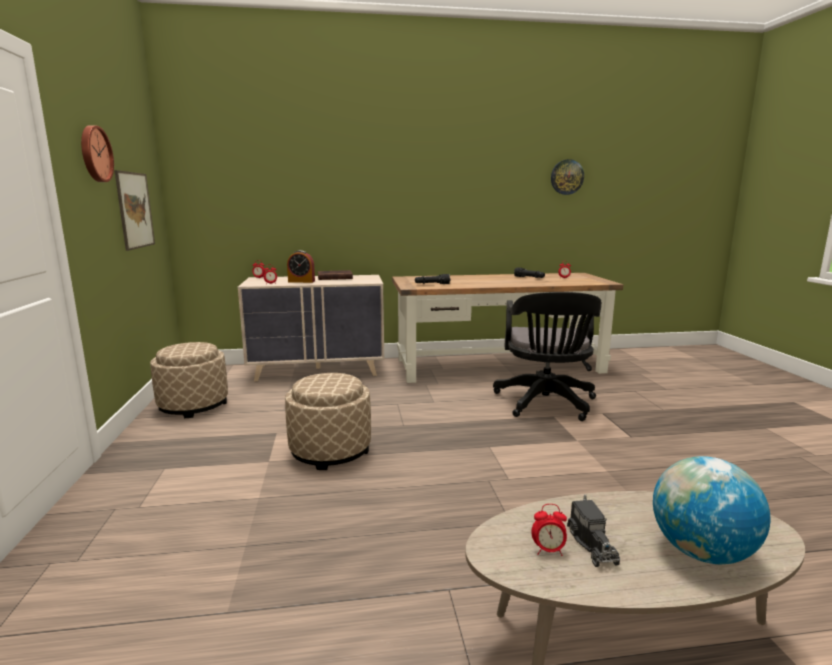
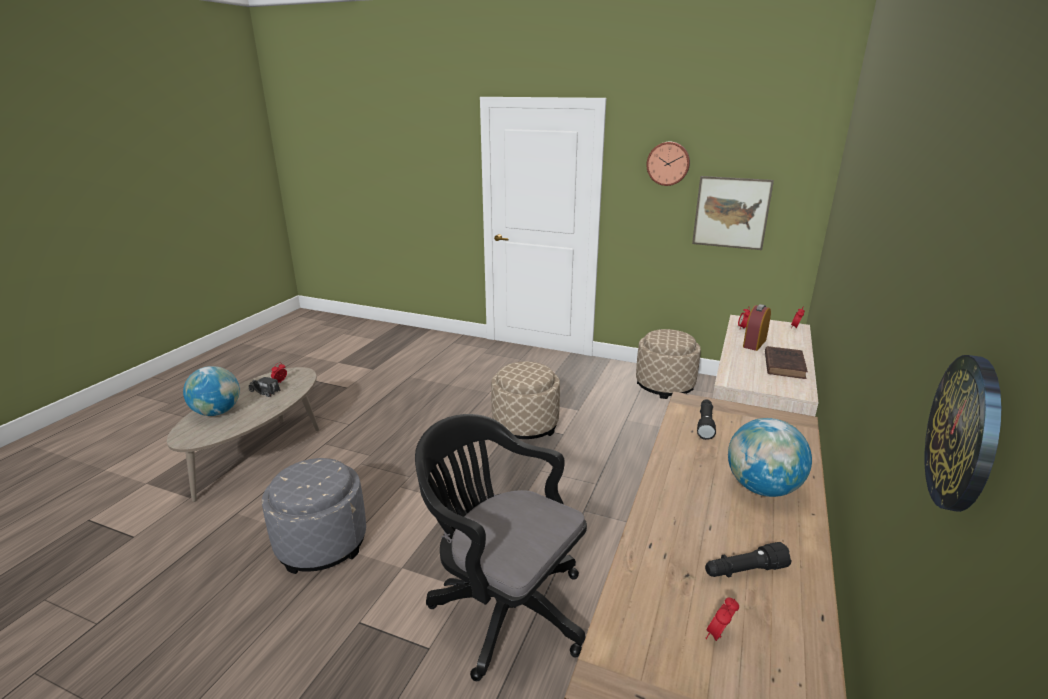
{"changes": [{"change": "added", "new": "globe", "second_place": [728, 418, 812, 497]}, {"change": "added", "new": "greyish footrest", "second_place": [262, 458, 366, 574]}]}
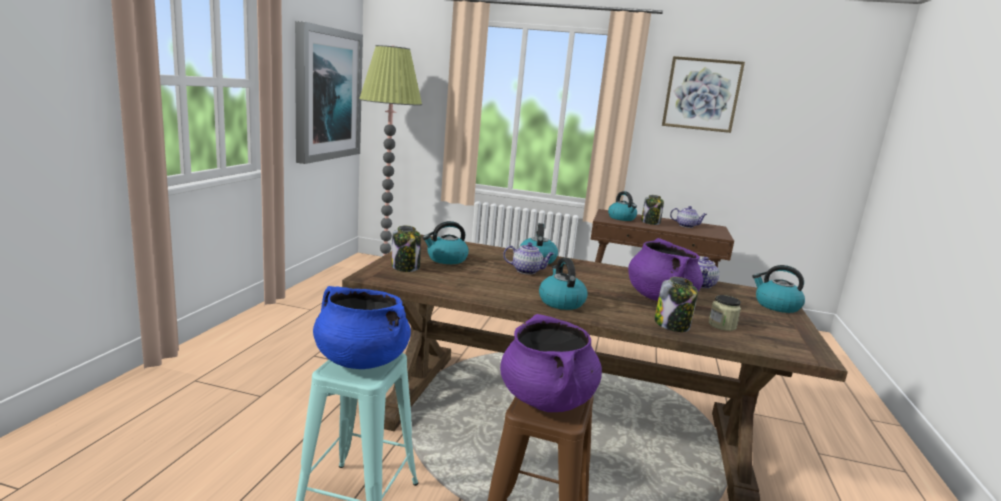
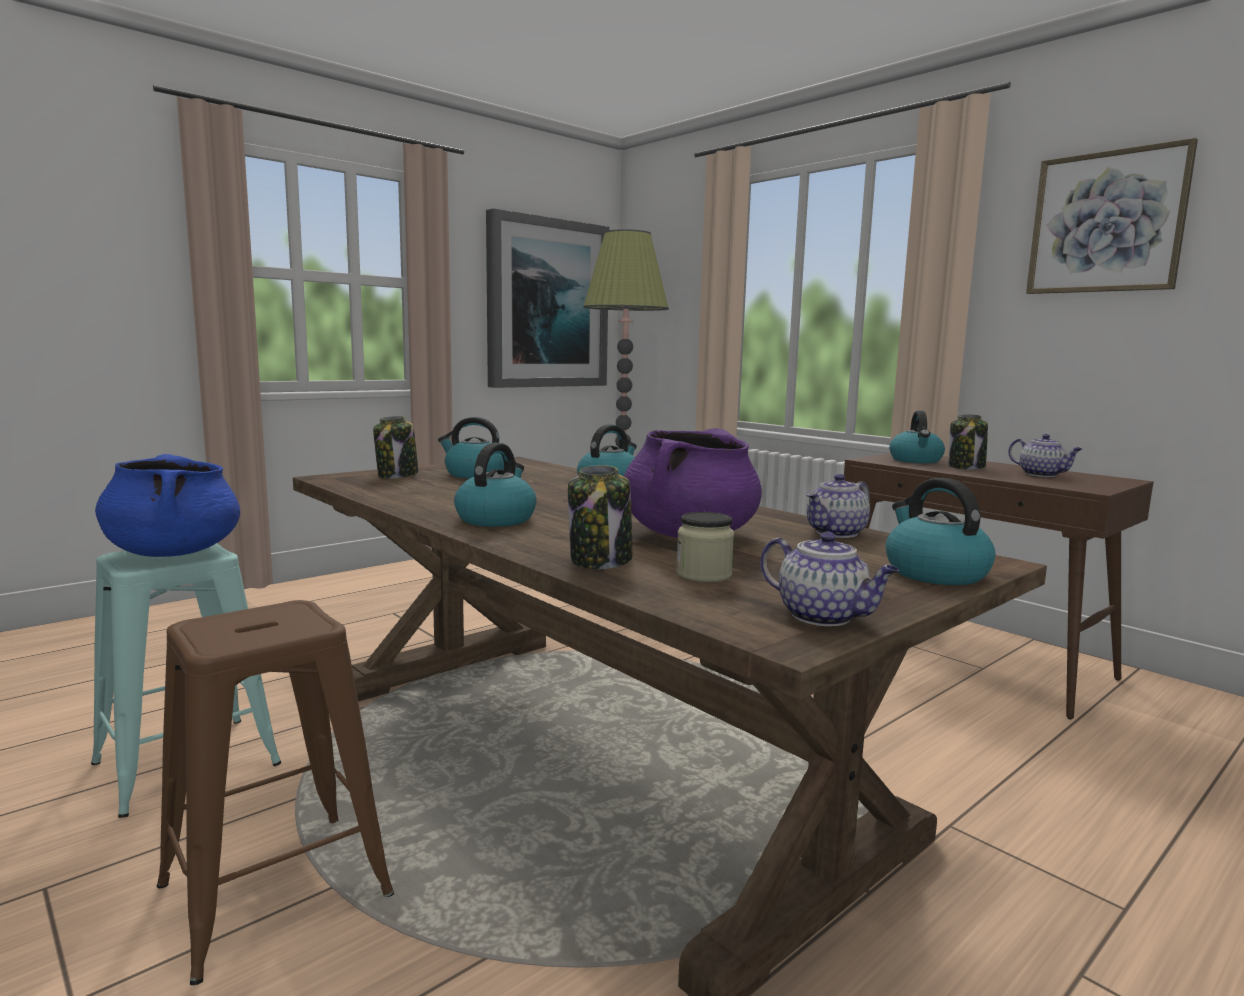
{"changes": [{"change": "moved", "old": "tea pot", "first_place": [503, 242, 554, 274], "second_place": [760, 531, 899, 626]}, {"change": "removed", "old": "purple-coloured saucepot", "first_place": [500, 314, 602, 412]}]}
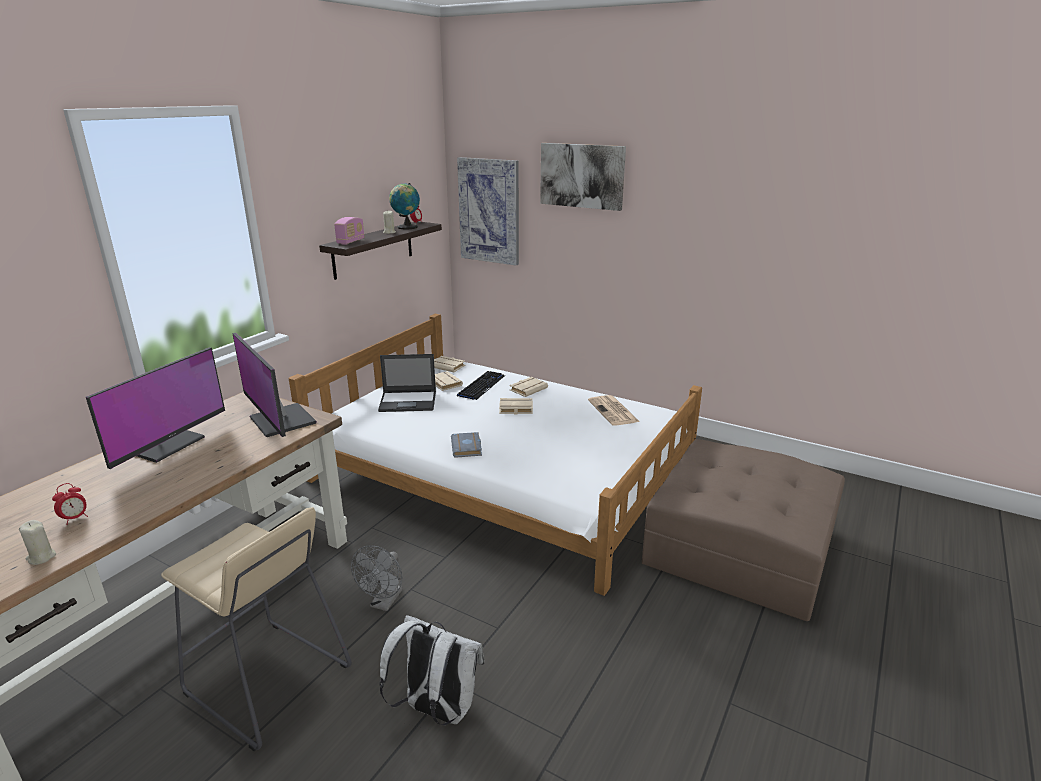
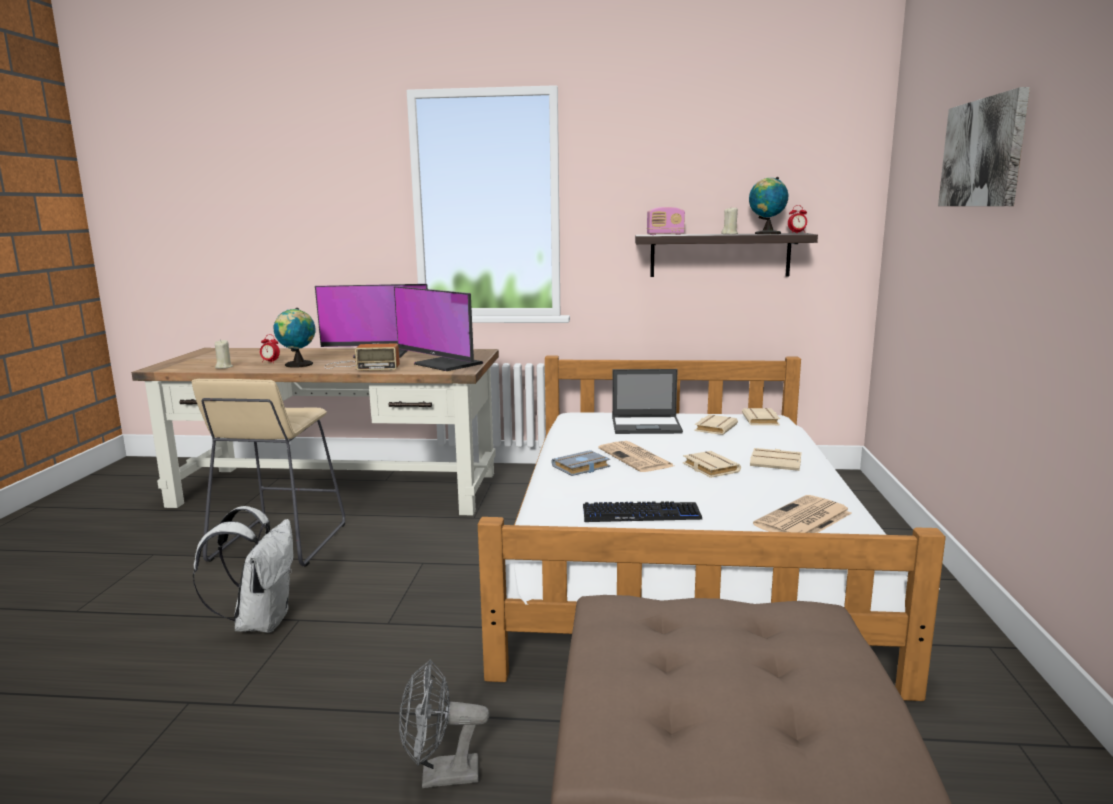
{"changes": [{"change": "removed", "old": "picture", "first_place": [457, 157, 519, 266]}, {"change": "turned", "old": "computer screen", "first_place": [232, 333, 317, 437], "second_place": [394, 286, 483, 371], "degrees": -75}, {"change": "turned", "old": "laptop", "first_place": [378, 354, 436, 412], "second_place": [612, 369, 683, 434], "degrees": -60}, {"change": "moved", "old": "keyboard", "first_place": [457, 371, 505, 400], "second_place": [583, 501, 702, 522]}, {"change": "moved", "old": "greyish electric fan", "first_place": [351, 545, 403, 611], "second_place": [399, 659, 490, 788]}, {"change": "added", "new": "globe", "second_place": [274, 308, 316, 368]}, {"change": "added", "new": "radio set", "second_place": [324, 343, 400, 371]}, {"change": "added", "new": "daily paper", "second_place": [598, 441, 674, 472]}]}
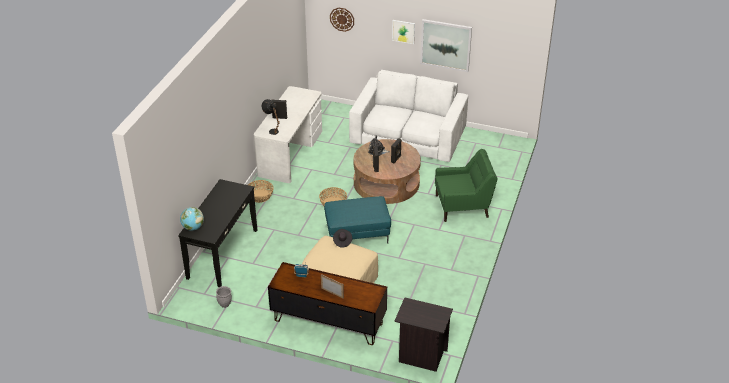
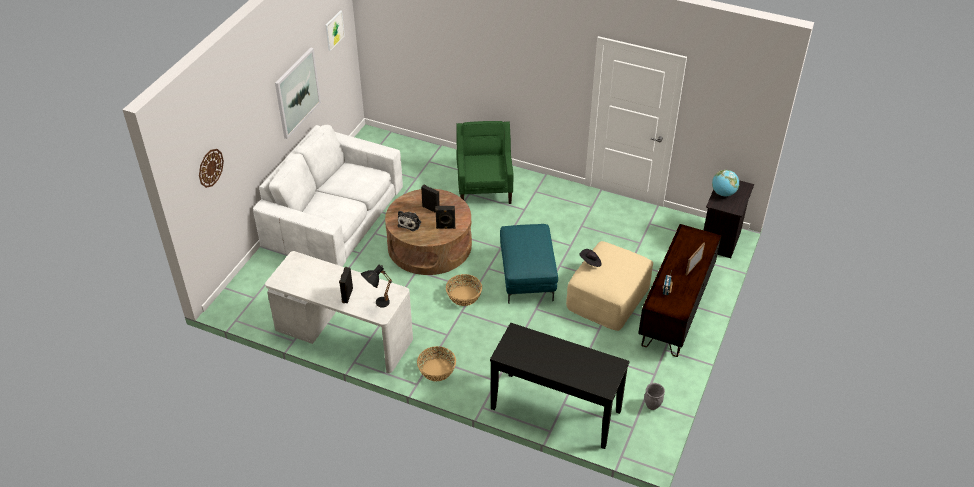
{"changes": [{"change": "moved", "old": "picture", "first_place": [392, 20, 415, 44], "second_place": [325, 10, 345, 51]}, {"change": "moved", "old": "globe", "first_place": [180, 207, 204, 231], "second_place": [712, 170, 739, 196]}]}
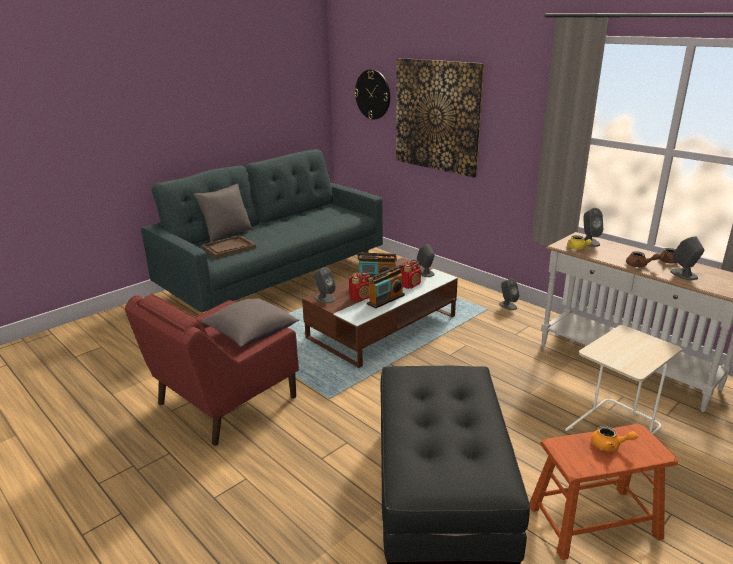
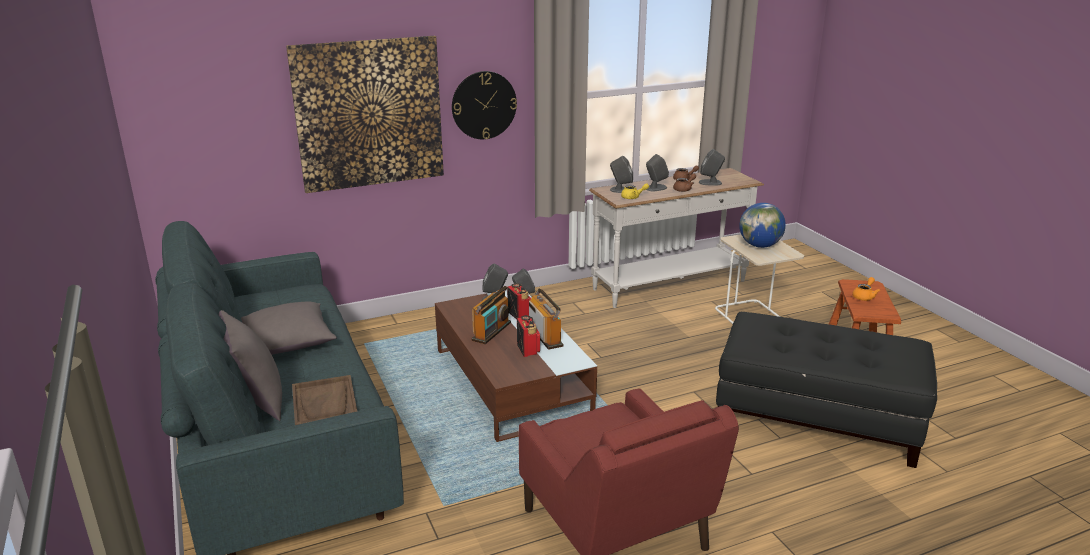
{"changes": [{"change": "moved", "old": "hanging clock", "first_place": [354, 69, 390, 120], "second_place": [452, 71, 517, 139]}, {"change": "moved", "old": "greyish audio speaker", "first_place": [314, 267, 336, 303], "second_place": [646, 154, 669, 191]}, {"change": "moved", "old": "greyish throw pillow", "first_place": [200, 298, 299, 347], "second_place": [241, 301, 337, 355]}, {"change": "added", "new": "globe", "second_place": [739, 203, 786, 248]}]}
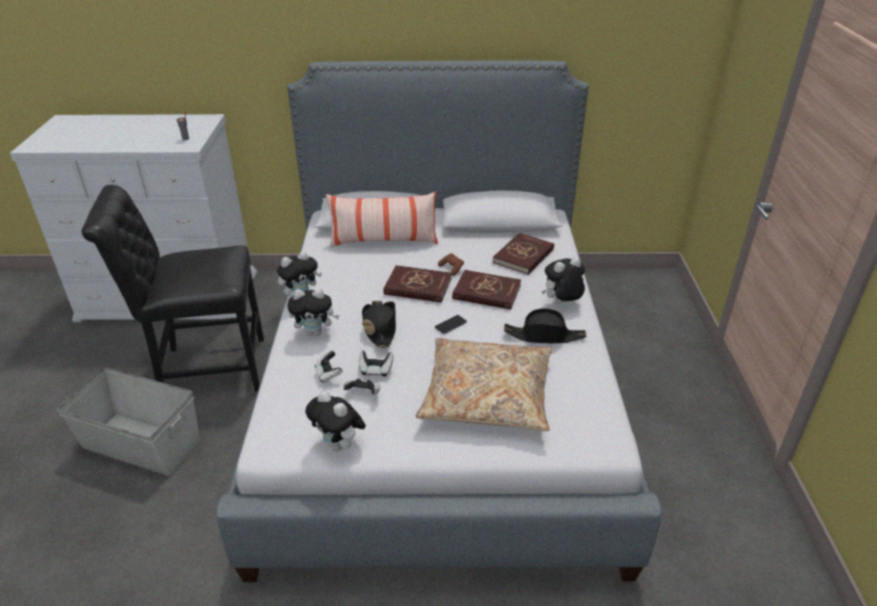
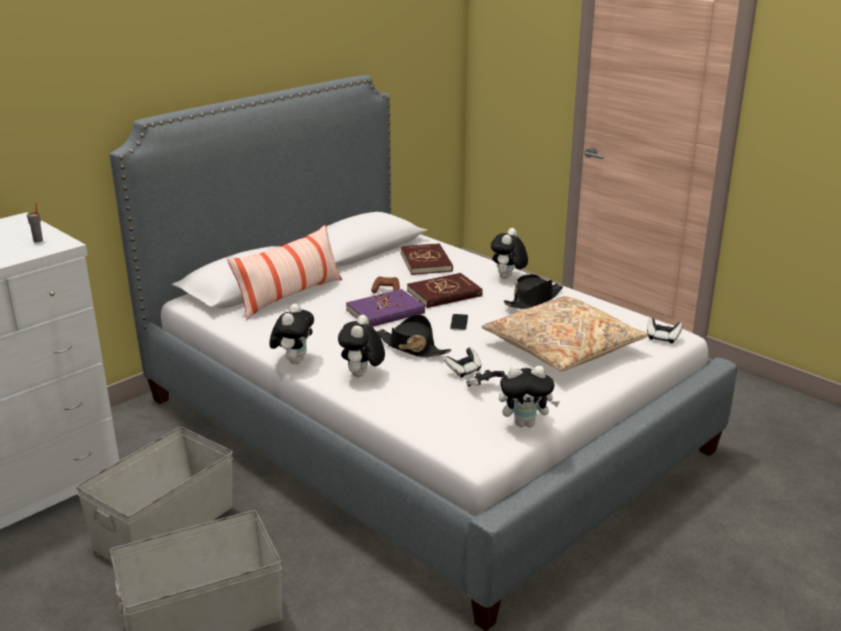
{"changes": [{"change": "replaced", "old": "black-coloured upright chair", "new": "greyish storage container", "first_place": [81, 185, 264, 392], "second_place": [76, 427, 233, 562]}, {"change": "recoloured", "old": "red-coloured volume", "new": "purple-coloured volume", "first_place": [383, 265, 452, 303], "second_place": [346, 289, 425, 327]}, {"change": "turned", "old": "cuddly toy", "first_place": [287, 288, 339, 336], "second_place": [338, 315, 385, 377], "degrees": 150}, {"change": "moved", "old": "gamepad", "first_place": [315, 351, 342, 383], "second_place": [647, 317, 682, 343]}]}
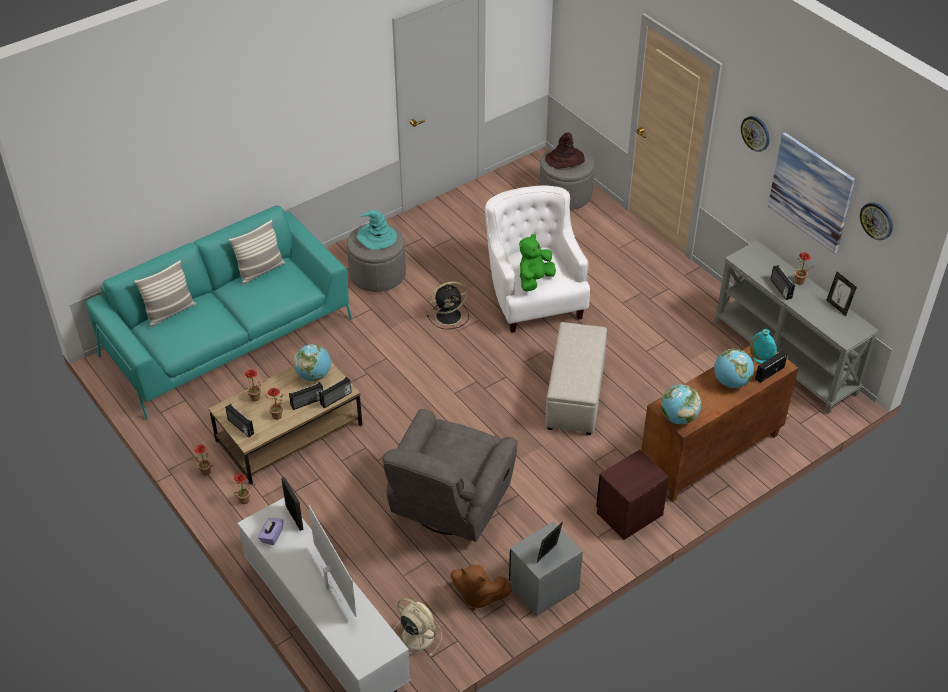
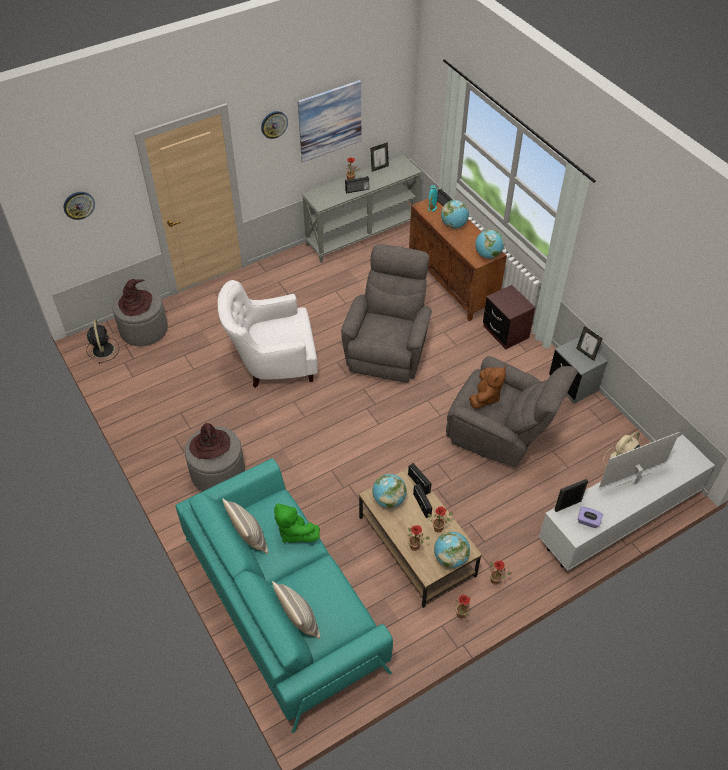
{"changes": [{"change": "moved", "old": "hanging clock", "first_place": [860, 203, 893, 240], "second_place": [63, 192, 95, 220]}, {"change": "recoloured", "old": "blue-green wearable hat", "new": "brown-coloured wearable hat", "first_place": [357, 210, 397, 249], "second_place": [189, 423, 230, 459]}, {"change": "moved", "old": "green-coloured cuddly toy", "first_place": [519, 234, 556, 291], "second_place": [274, 503, 320, 543]}, {"change": "moved", "old": "black-coloured electric fan", "first_place": [427, 282, 469, 329], "second_place": [86, 319, 119, 364]}, {"change": "replaced", "old": "beige footrest", "new": "greyish armchair", "first_place": [545, 322, 607, 435], "second_place": [341, 244, 432, 383]}, {"change": "replaced", "old": "radio set", "new": "globe", "first_place": [225, 404, 254, 437], "second_place": [434, 532, 470, 568]}, {"change": "moved", "old": "brown-coloured cuddly toy", "first_place": [450, 565, 512, 611], "second_place": [469, 366, 506, 408]}]}
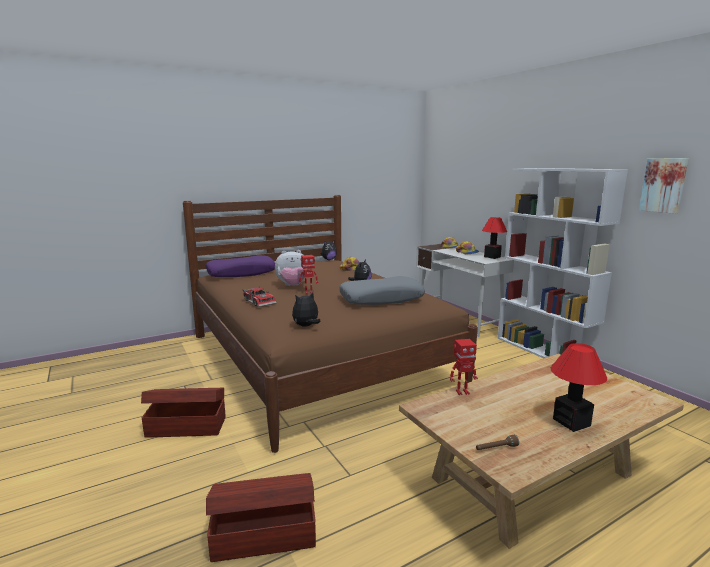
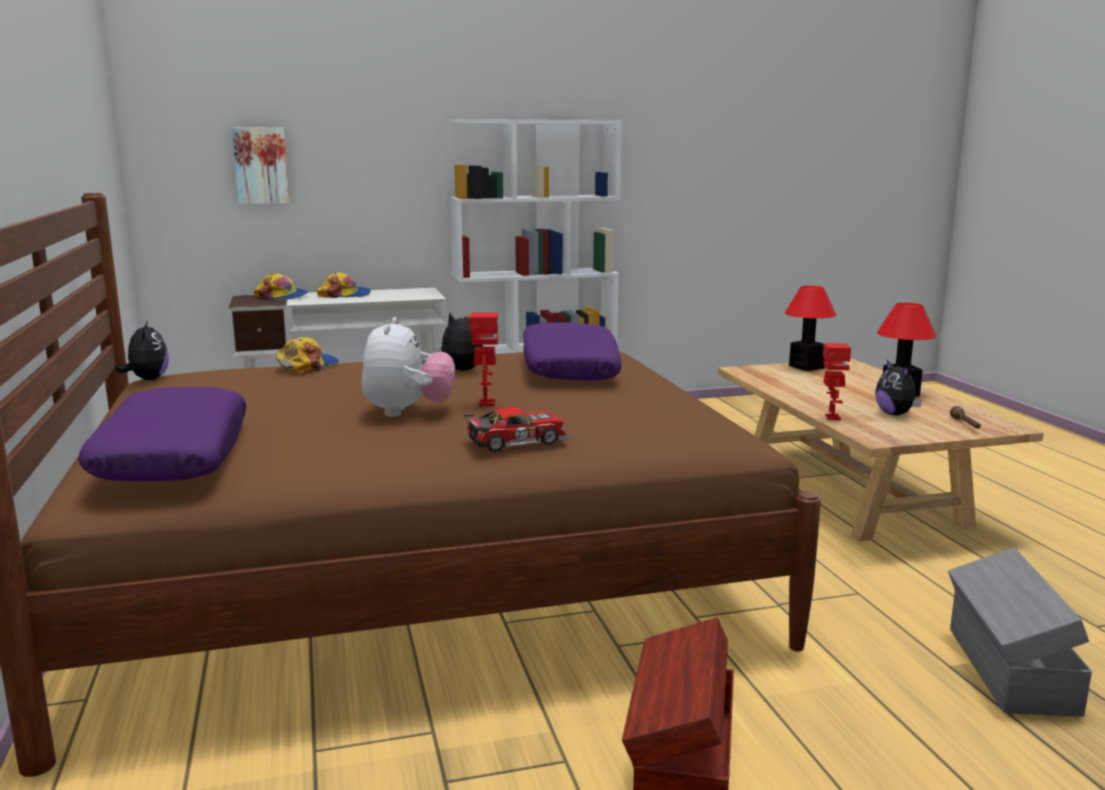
{"changes": [{"change": "moved", "old": "picture", "first_place": [639, 158, 689, 214], "second_place": [232, 127, 289, 204]}, {"change": "moved", "old": "tabletop lamp", "first_place": [482, 217, 507, 259], "second_place": [785, 286, 836, 371]}, {"change": "recoloured", "old": "greyish throw pillow", "new": "purple-coloured throw pillow", "first_place": [339, 276, 425, 305], "second_place": [523, 322, 622, 381]}, {"change": "moved", "old": "cuddly toy", "first_place": [292, 292, 321, 327], "second_place": [875, 360, 922, 415]}, {"change": "recoloured", "old": "brown-coloured storage container", "new": "greyish storage container", "first_place": [206, 473, 316, 562], "second_place": [948, 548, 1092, 717]}]}
